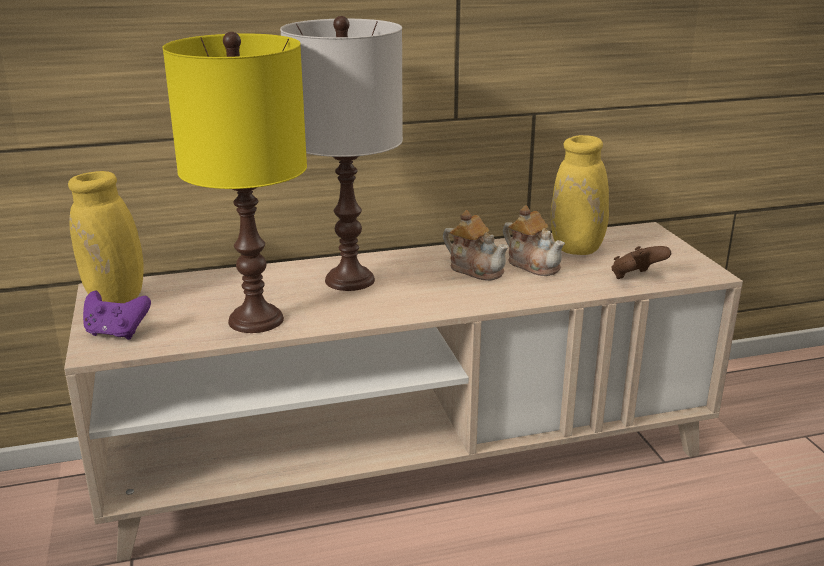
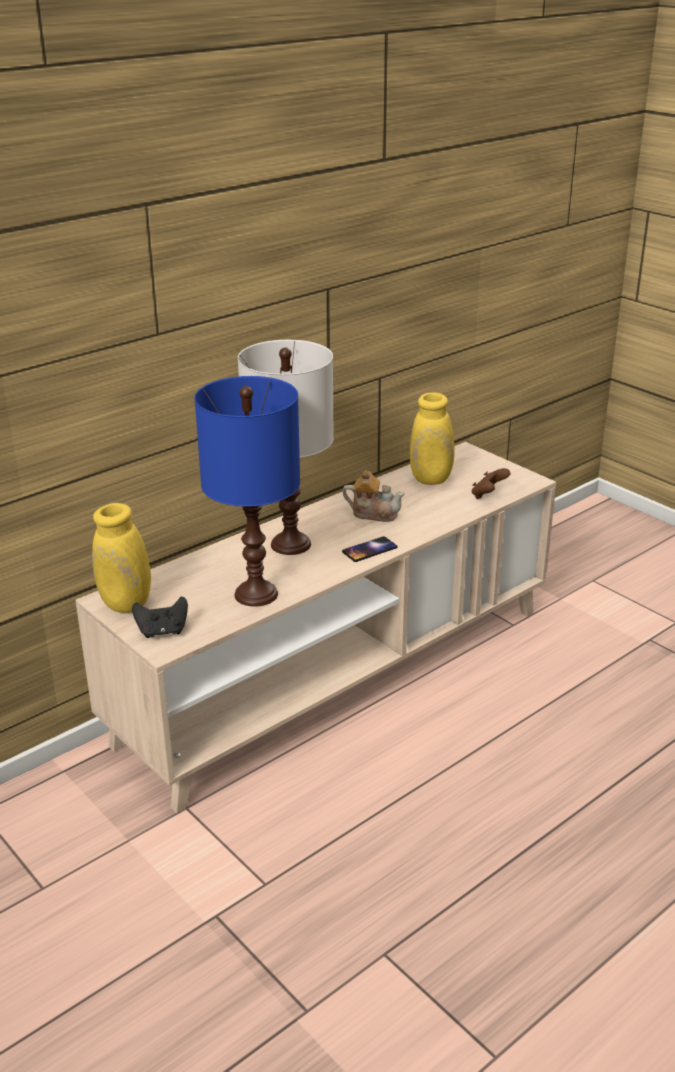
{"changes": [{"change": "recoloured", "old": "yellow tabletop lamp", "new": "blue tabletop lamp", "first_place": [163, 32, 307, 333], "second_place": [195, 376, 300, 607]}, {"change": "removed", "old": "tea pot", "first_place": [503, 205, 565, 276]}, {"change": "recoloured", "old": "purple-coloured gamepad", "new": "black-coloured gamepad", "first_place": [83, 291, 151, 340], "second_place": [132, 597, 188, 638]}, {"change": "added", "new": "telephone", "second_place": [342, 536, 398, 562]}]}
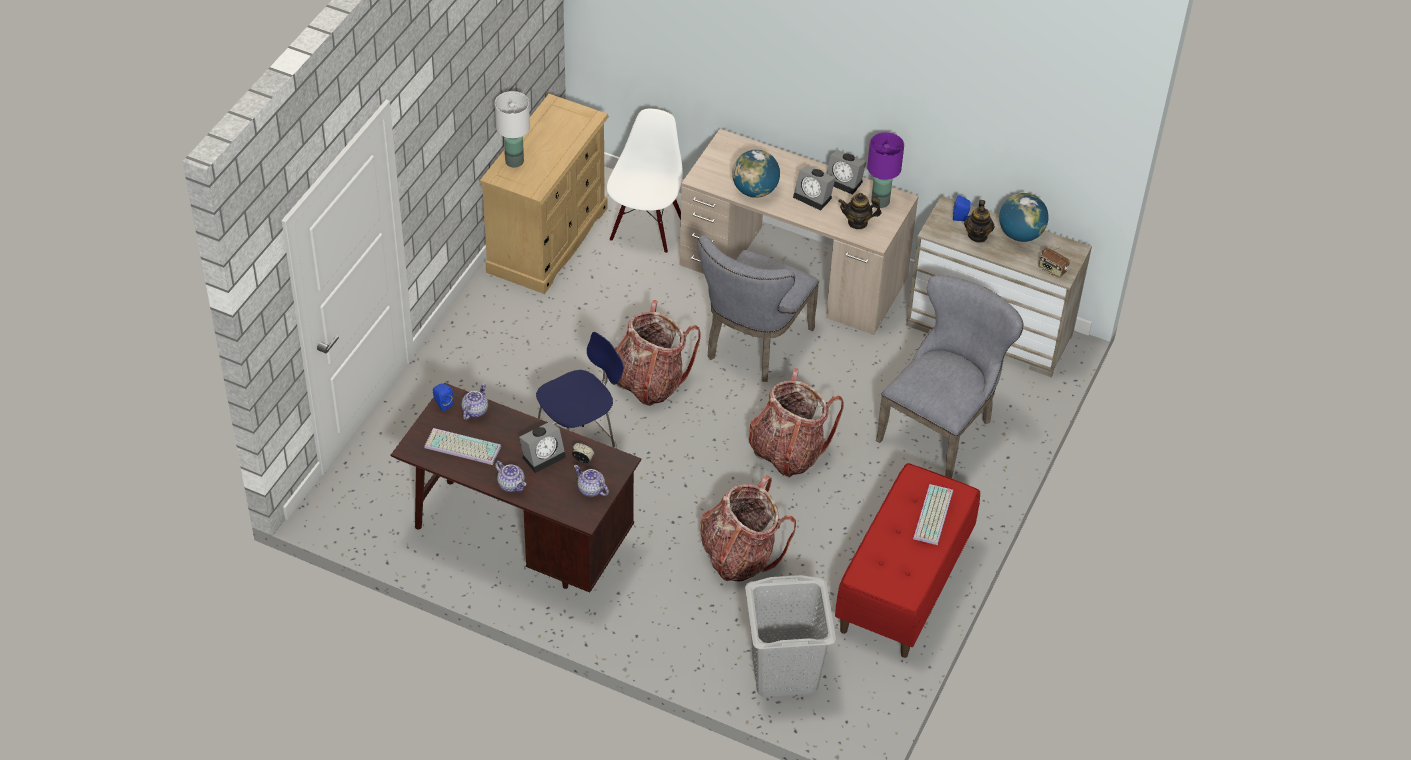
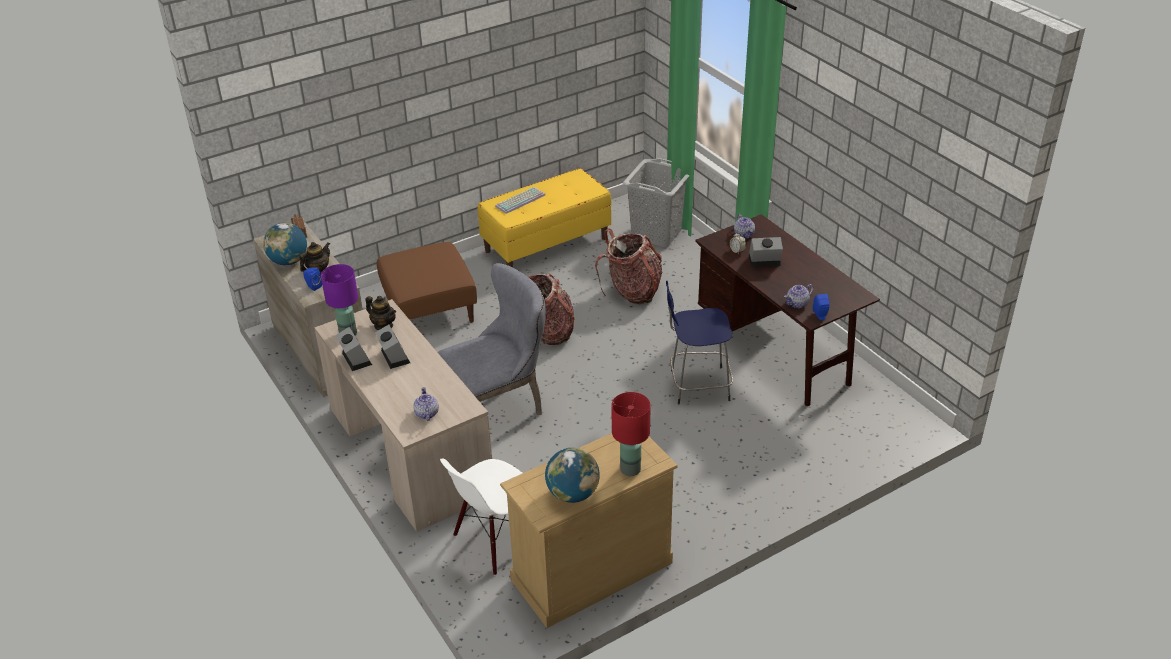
{"changes": [{"change": "recoloured", "old": "white tabletop lamp", "new": "red-coloured tabletop lamp", "first_place": [495, 91, 530, 167], "second_place": [612, 392, 651, 476]}, {"change": "moved", "old": "globe", "first_place": [732, 150, 780, 198], "second_place": [545, 448, 600, 503]}, {"change": "replaced", "old": "greyish upright chair", "new": "brown-coloured footrest", "first_place": [876, 275, 1024, 478], "second_place": [377, 242, 477, 323]}, {"change": "removed", "old": "knapsack", "first_place": [614, 300, 701, 406]}, {"change": "removed", "old": "keyboard", "first_place": [424, 428, 501, 465]}, {"change": "moved", "old": "tea pot", "first_place": [495, 461, 526, 492], "second_place": [413, 387, 439, 421]}, {"change": "recoloured", "old": "red-coloured long seat", "new": "yellow long seat", "first_place": [835, 463, 980, 658], "second_place": [477, 169, 611, 267]}]}
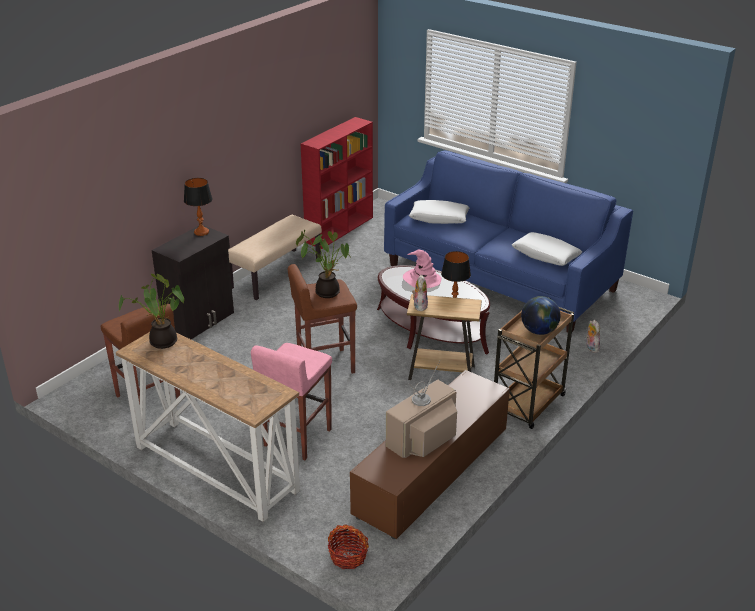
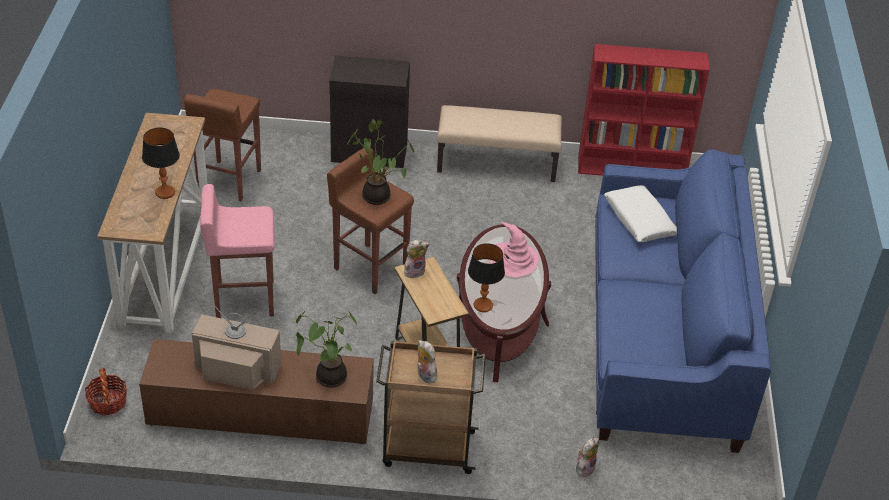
{"changes": [{"change": "moved", "old": "tabletop lamp", "first_place": [184, 178, 212, 236], "second_place": [142, 128, 180, 199]}, {"change": "removed", "old": "white throw pillow", "first_place": [512, 232, 582, 266]}, {"change": "moved", "old": "potted plant", "first_place": [119, 274, 184, 349], "second_place": [296, 311, 358, 388]}, {"change": "replaced", "old": "globe", "new": "cuddly toy", "first_place": [521, 296, 561, 335], "second_place": [417, 340, 437, 384]}]}
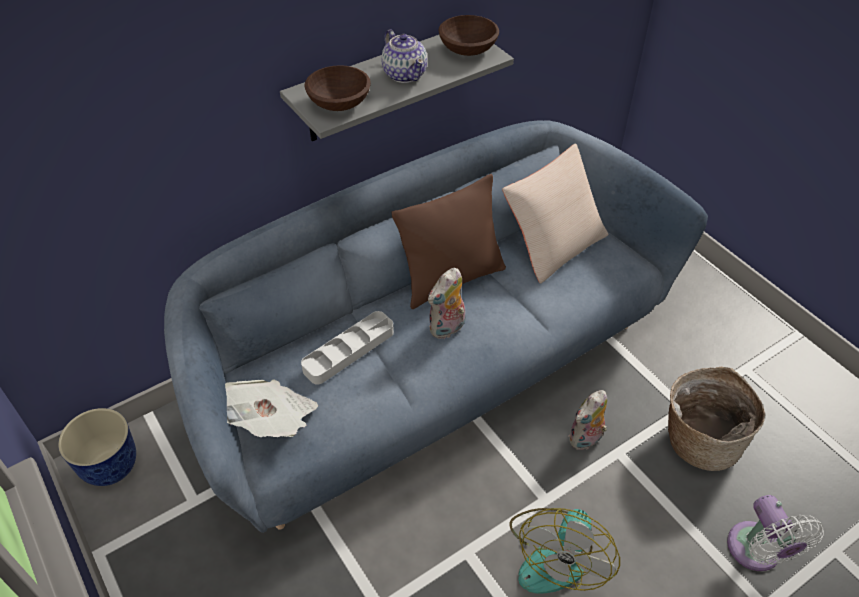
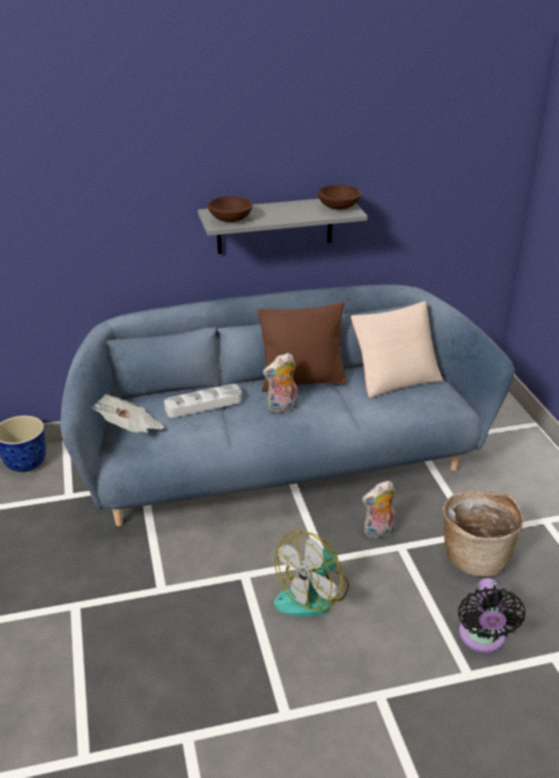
{"changes": [{"change": "removed", "old": "tea pot", "first_place": [381, 29, 427, 83]}, {"change": "recoloured", "old": "white electric fan", "new": "black-coloured electric fan", "first_place": [727, 495, 824, 571], "second_place": [458, 578, 525, 653]}]}
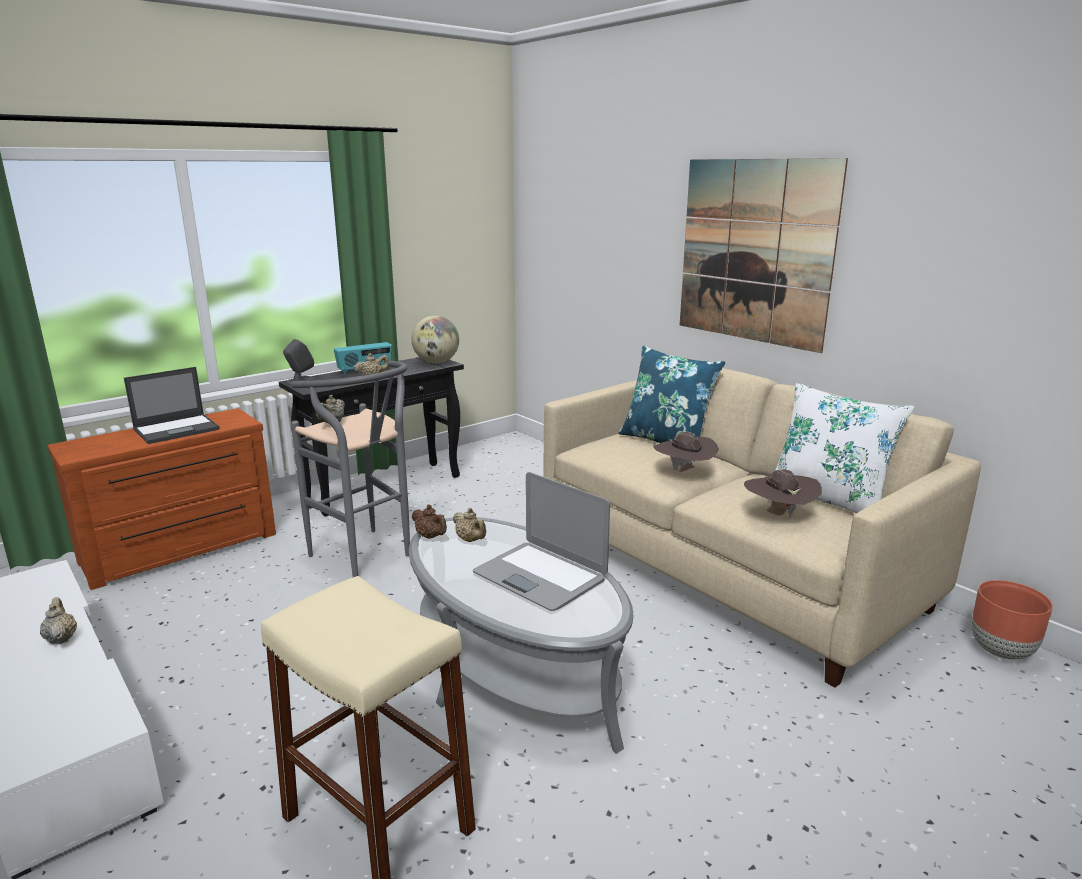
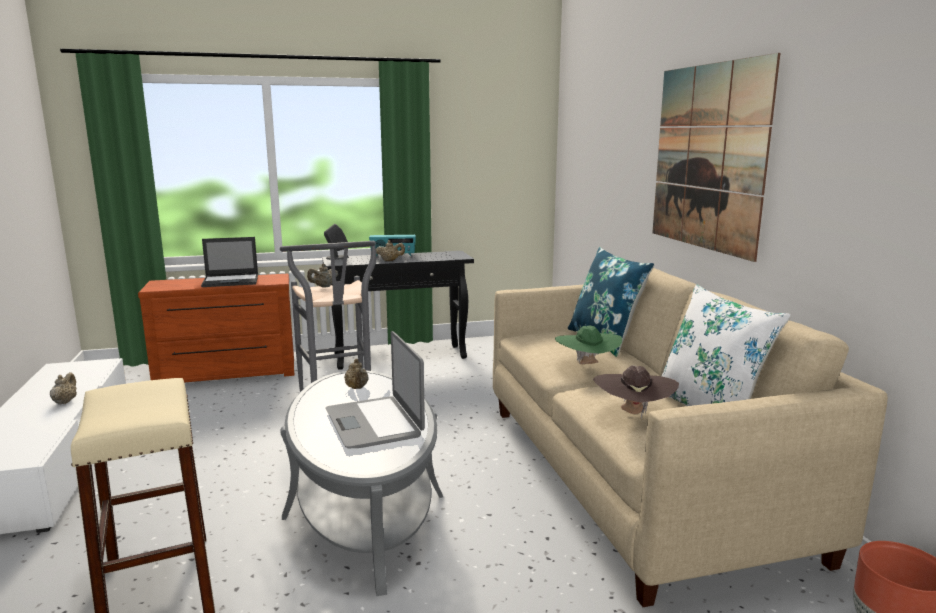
{"changes": [{"change": "removed", "old": "globe", "first_place": [411, 316, 459, 363]}, {"change": "recoloured", "old": "brown-coloured wearable hat", "new": "green-coloured wearable hat", "first_place": [653, 432, 719, 472], "second_place": [555, 325, 622, 364]}, {"change": "removed", "old": "brown-coloured tea pot", "first_place": [412, 504, 447, 539]}]}
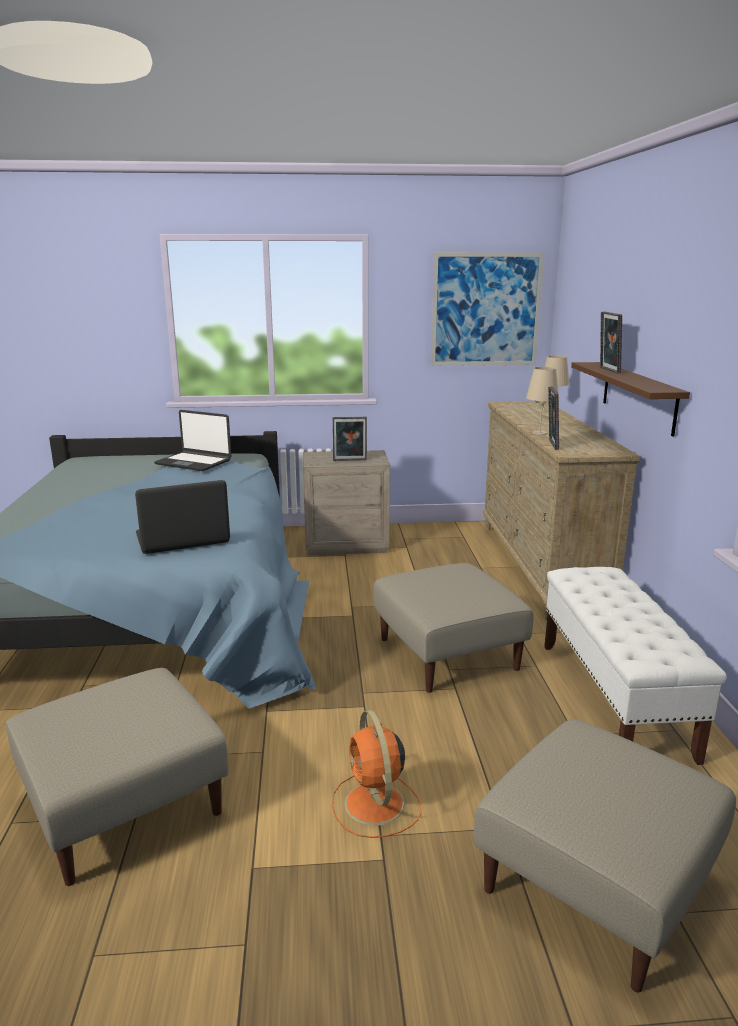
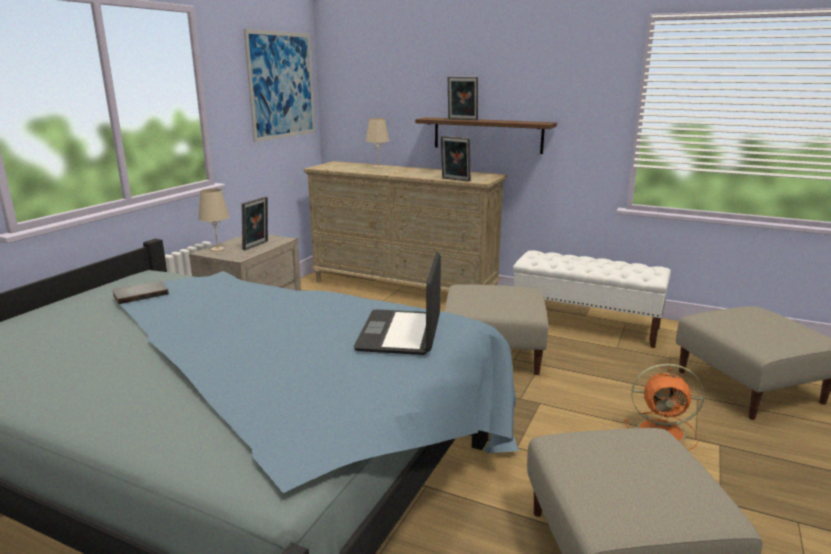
{"changes": [{"change": "moved", "old": "beige tabletop lamp", "first_place": [526, 367, 559, 435], "second_place": [198, 188, 230, 252]}, {"change": "replaced", "old": "laptop", "new": "greyish volume", "first_place": [154, 410, 231, 471], "second_place": [112, 281, 169, 304]}]}
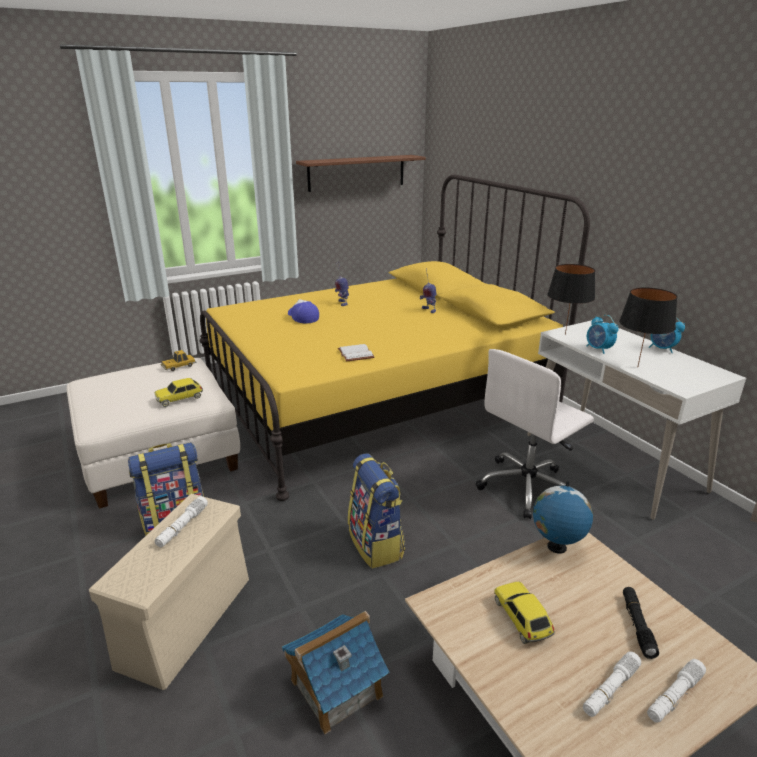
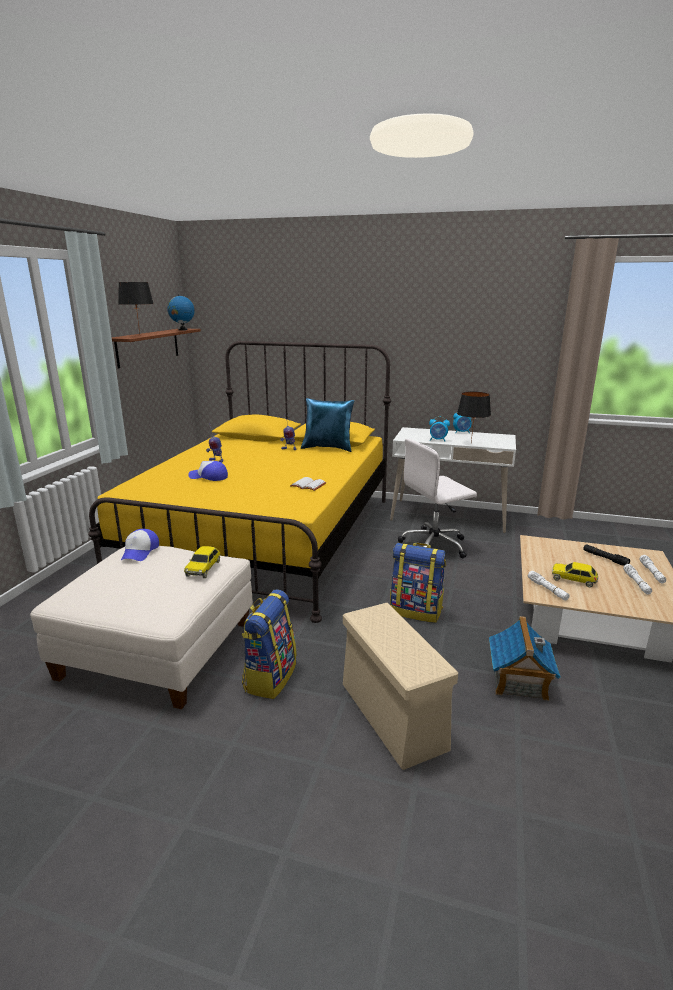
{"changes": [{"change": "moved", "old": "black-coloured tabletop lamp", "first_place": [547, 264, 595, 335], "second_place": [118, 282, 154, 333]}, {"change": "turned", "old": "white computer chair", "first_place": [476, 349, 594, 519], "second_place": [398, 439, 477, 558], "degrees": 60}, {"change": "replaced", "old": "model car", "new": "peaked cap", "first_place": [161, 350, 197, 371], "second_place": [121, 529, 159, 561]}, {"change": "moved", "old": "globe", "first_place": [533, 481, 593, 554], "second_place": [167, 294, 195, 330]}, {"change": "moved", "old": "white torch", "first_place": [155, 496, 208, 547], "second_place": [528, 571, 570, 601]}, {"change": "added", "new": "blue throw pillow", "second_place": [301, 398, 354, 452]}]}
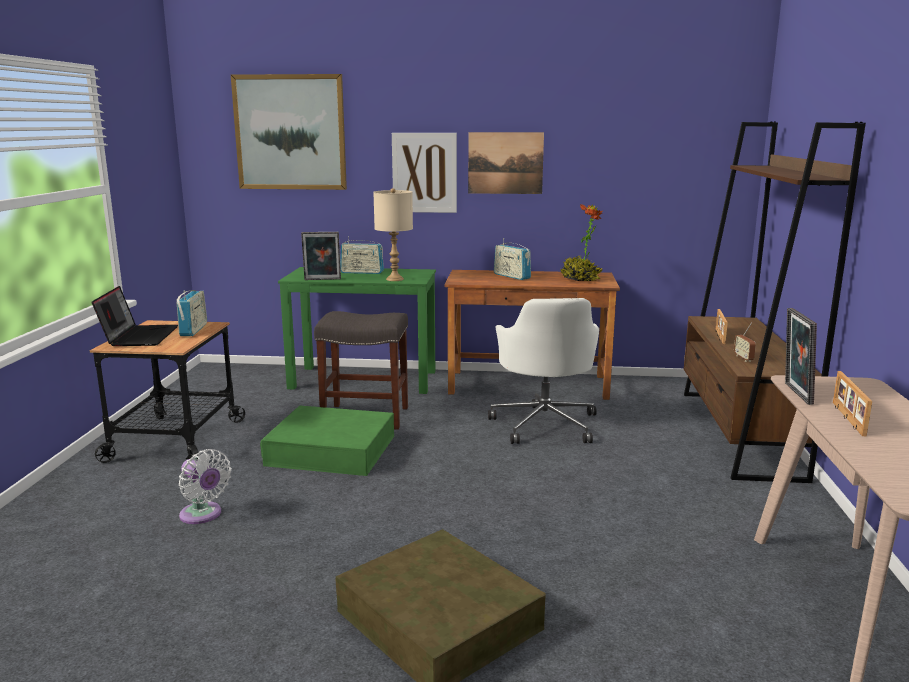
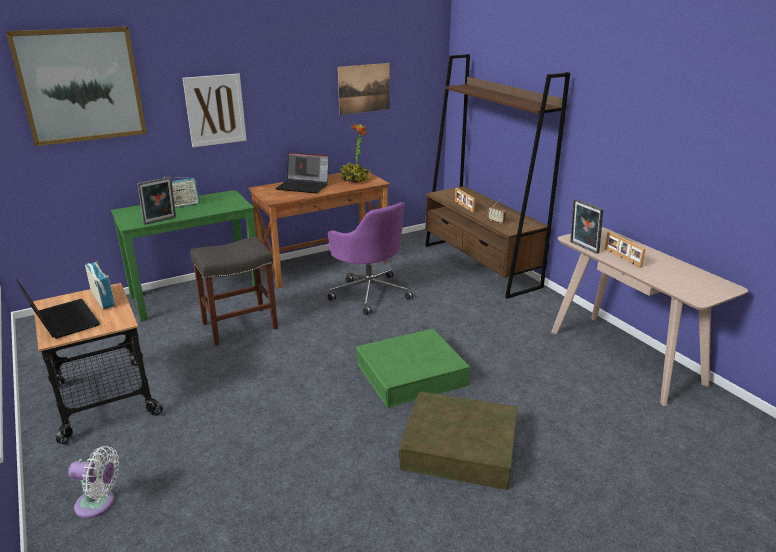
{"changes": [{"change": "moved", "old": "picture", "first_place": [468, 132, 544, 194], "second_place": [338, 63, 390, 115]}, {"change": "removed", "old": "beige tabletop lamp", "first_place": [373, 188, 413, 281]}, {"change": "replaced", "old": "radio set", "new": "laptop", "first_place": [494, 238, 531, 280], "second_place": [276, 152, 329, 193]}, {"change": "recoloured", "old": "white computer chair", "new": "purple-coloured computer chair", "first_place": [488, 298, 599, 444], "second_place": [328, 202, 413, 315]}, {"change": "moved", "old": "green-coloured storage container", "first_place": [260, 406, 394, 476], "second_place": [356, 329, 470, 408]}, {"change": "moved", "old": "white electric fan", "first_place": [179, 449, 231, 524], "second_place": [68, 446, 119, 518]}]}
